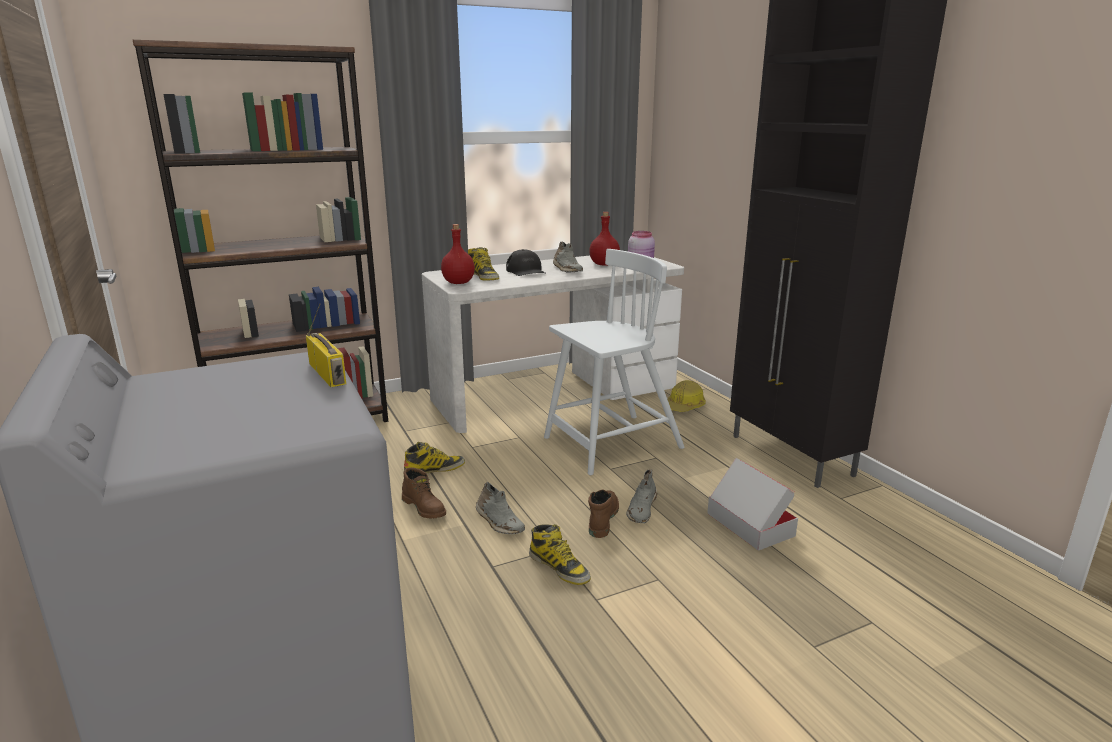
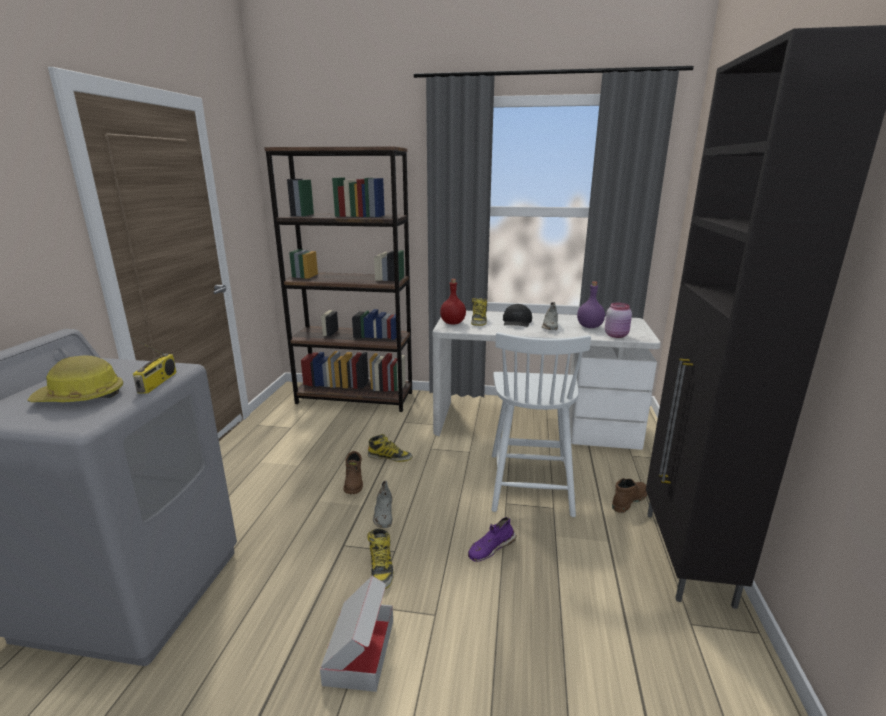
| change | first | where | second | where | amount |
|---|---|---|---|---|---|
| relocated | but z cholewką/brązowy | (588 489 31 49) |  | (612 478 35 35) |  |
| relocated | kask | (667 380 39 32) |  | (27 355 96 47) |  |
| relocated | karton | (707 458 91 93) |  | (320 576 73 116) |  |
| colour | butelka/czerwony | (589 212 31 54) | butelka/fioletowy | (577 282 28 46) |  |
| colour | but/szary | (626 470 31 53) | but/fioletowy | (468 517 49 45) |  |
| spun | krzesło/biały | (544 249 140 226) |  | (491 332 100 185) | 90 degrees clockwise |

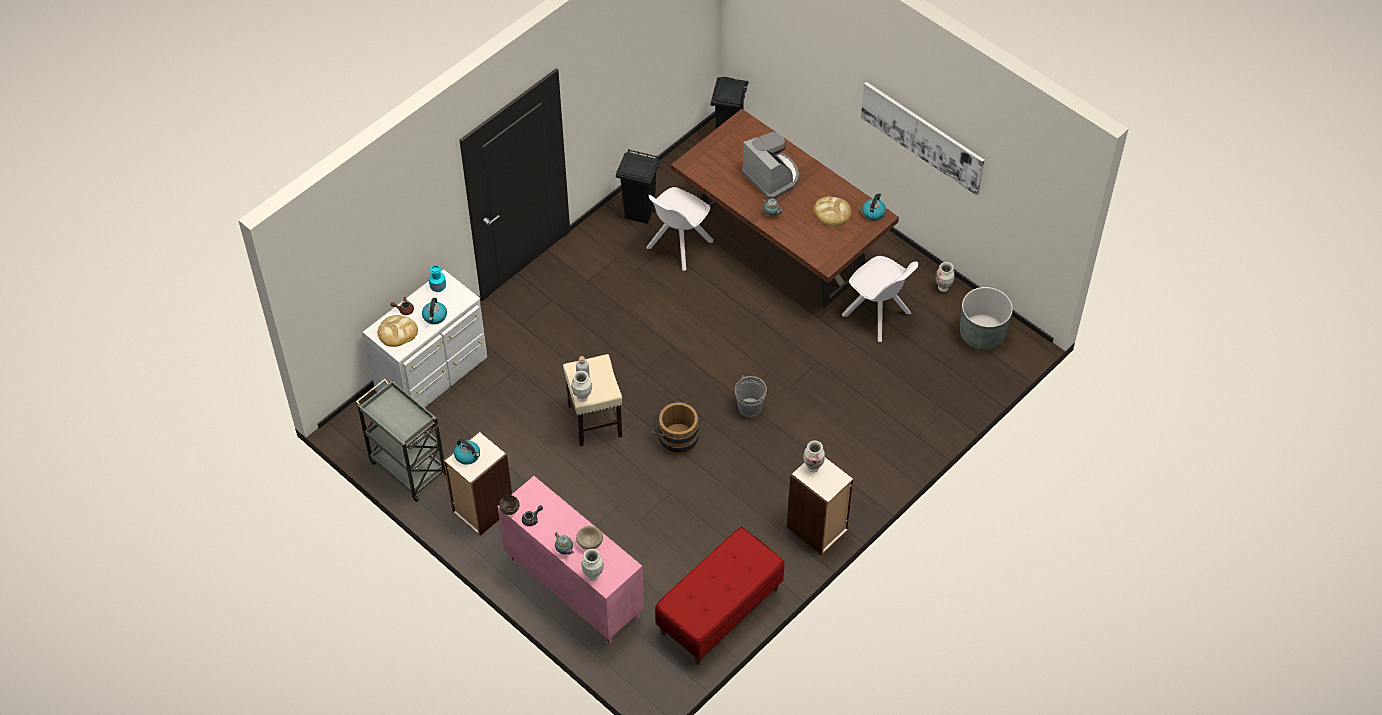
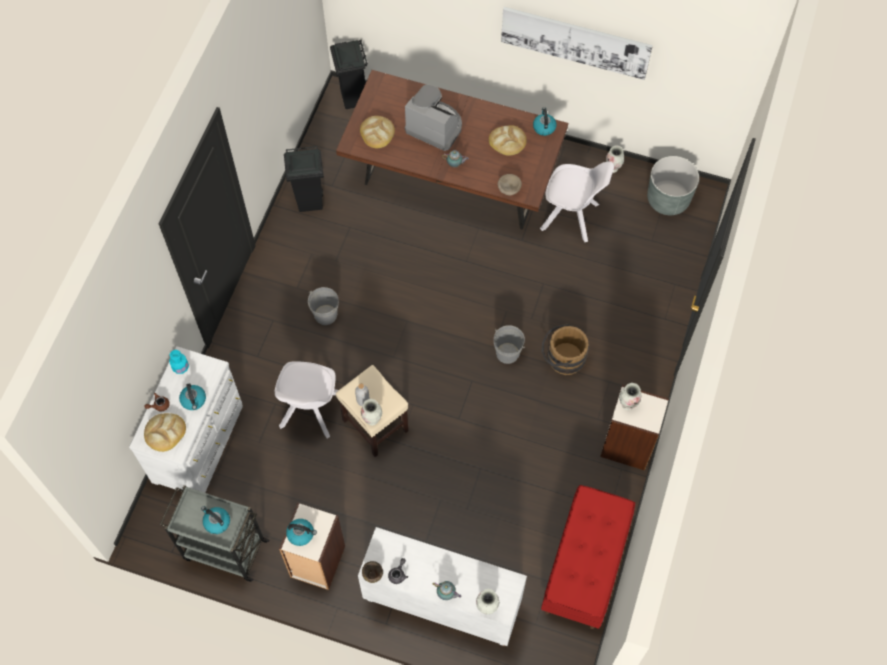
| change | first | where | second | where | amount |
|---|---|---|---|---|---|
| appeared |  |  | czajnik | (201 506 29 28) |  |
| appeared |  |  | wiadro/szary | (308 287 31 38) |  |
| appeared |  |  | chleb | (360 116 35 32) |  |
| relocated | miska/beżowy | (576 526 27 24) |  | (498 174 24 22) |  |
| relocated | krzesło/biały | (647 187 66 84) |  | (275 362 63 77) |  |
| relocated | wiadro/brązowy | (651 402 48 53) |  | (541 324 48 51) |  |
| colour | szafka/różowy | (498 476 146 169) | szafka/biały | (358 527 169 119) |  |

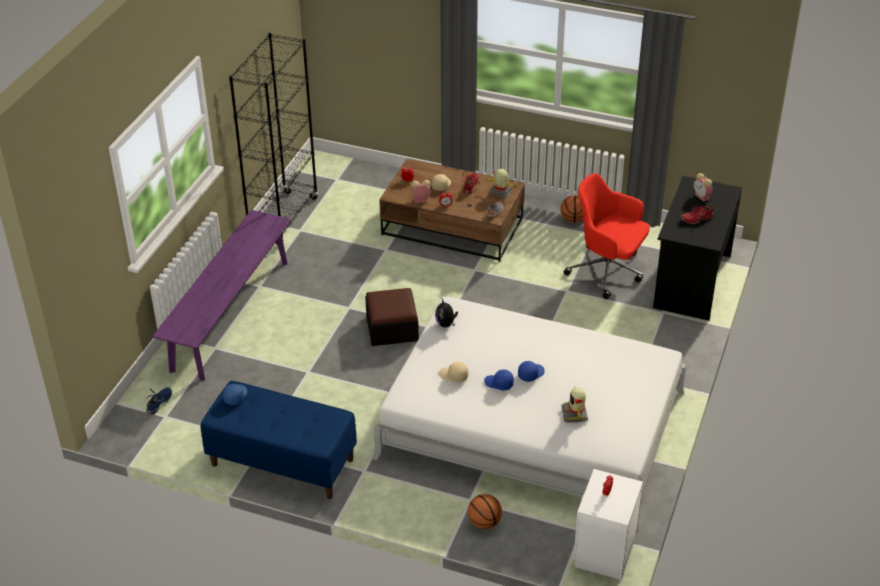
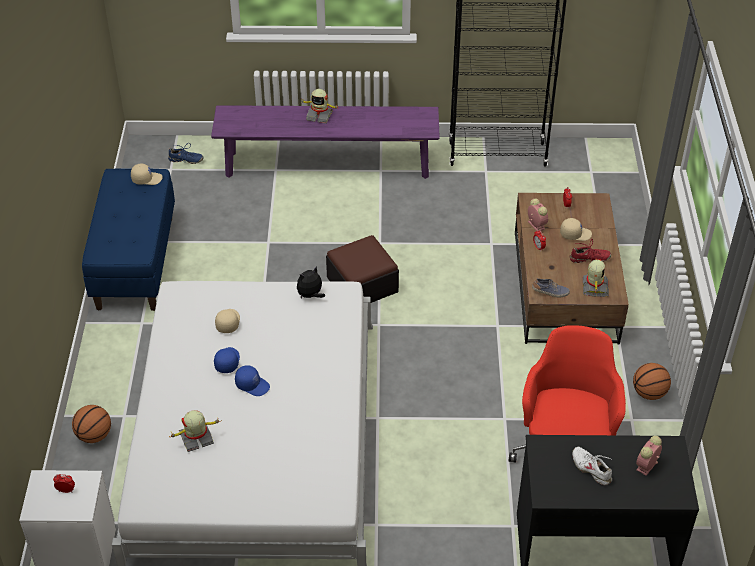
| change | first | where | second | where | amount |
|---|---|---|---|---|---|
| appeared |  |  | robot zabawkowy | (300 89 38 35) |  |
| colour | czapka z daszkiem/niebieski | (223 384 24 21) | czapka z daszkiem/beżowy | (131 164 32 21) |  |
| colour | but/czerwony | (681 204 32 20) | but/biały | (572 447 40 38) |  |

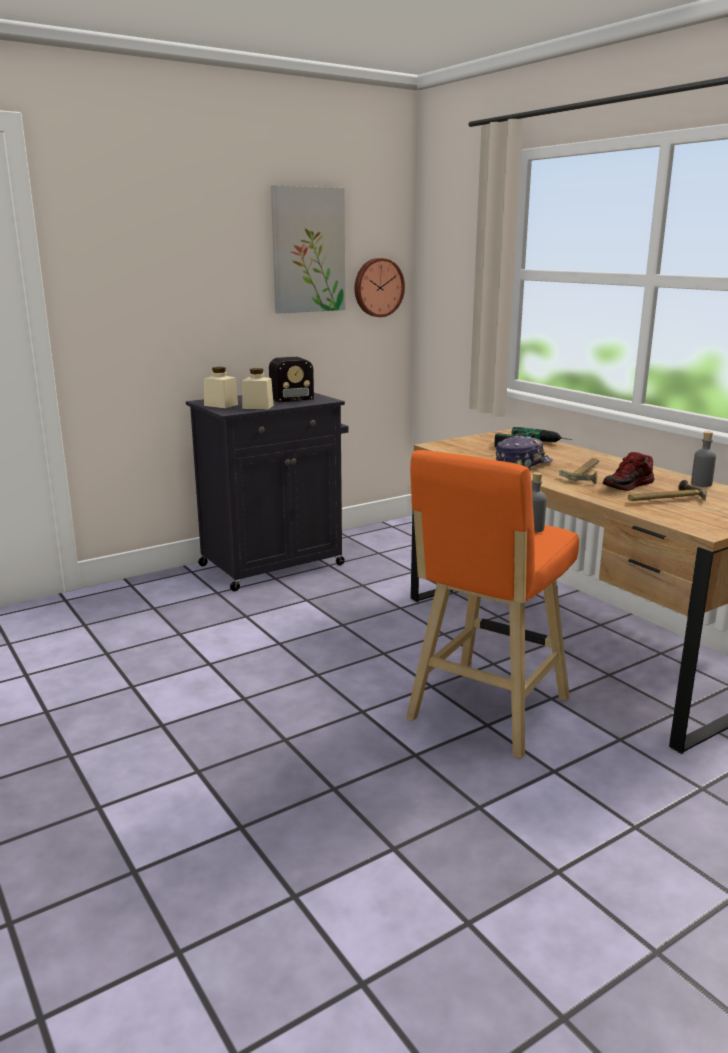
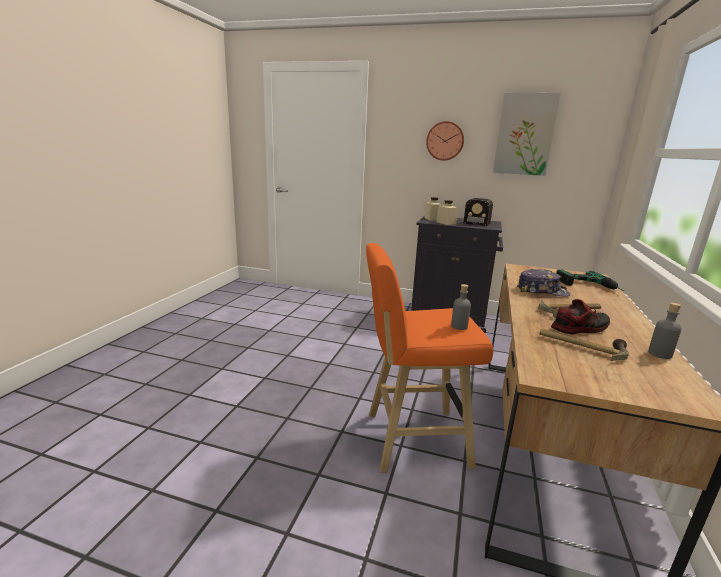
| change | first | where | second | where | amount |
|---|---|---|---|---|---|
| relocated | zegar ścienny | (355 258 50 59) |  | (426 121 38 40) |  |
| spun | but | (603 452 52 39) |  | (551 299 59 36) | 150 degrees clockwise |

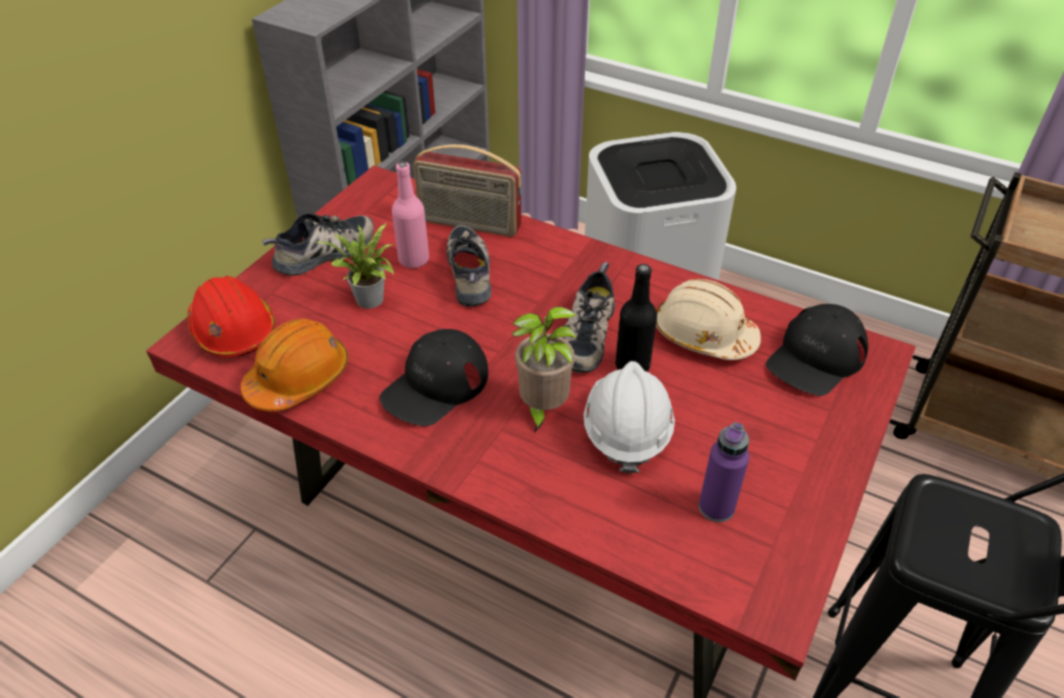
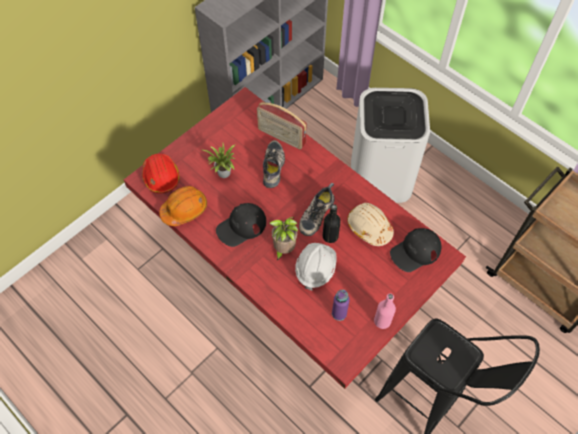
| change | first | where | second | where | amount |
|---|---|---|---|---|---|
| missing | but | (262 213 112 63) |  |  |  |
| relocated | butelka/różowy | (392 162 37 106) |  | (374 293 22 36) |  |

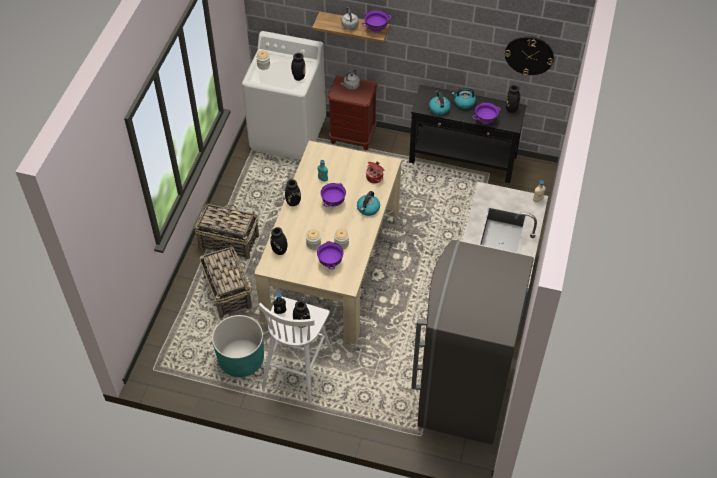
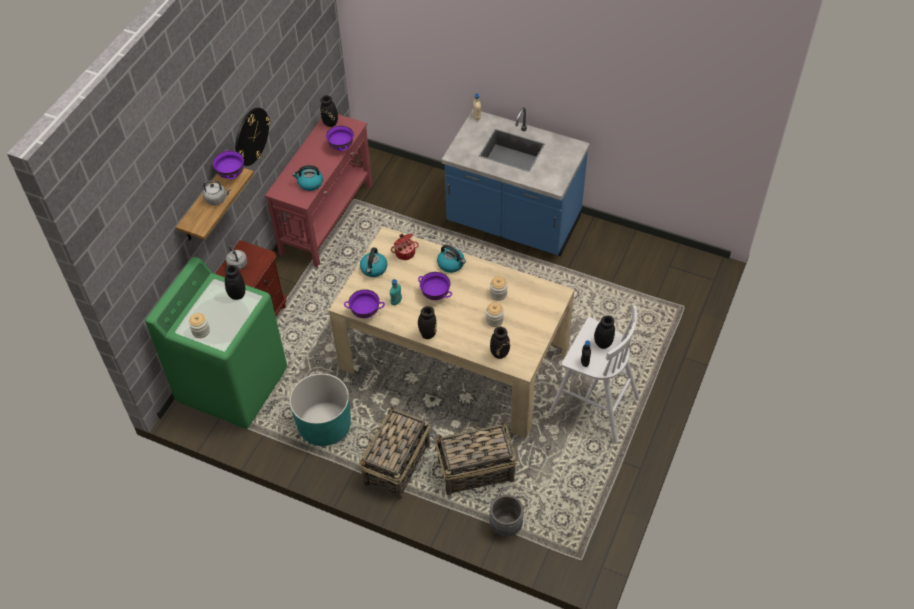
| change | first | where | second | where | amount |
|---|---|---|---|---|---|
| missing | lodówka/szary | (411 240 123 205) |  |  |  |
| appeared |  |  | donica/szary | (490 495 34 42) |  |
| relocated | donica/turkusowy | (212 315 52 62) |  | (289 373 62 73) |  |
| relocated | miska/fioletowy | (317 241 27 28) |  | (344 289 41 29) |  |
| relocated | czajnik | (452 88 24 21) |  | (360 247 27 30) |  |
| relocated | zegar ścienny | (505 36 49 39) |  | (235 107 35 59) |  |
| colour | pralka/biały | (242 31 84 129) | pralka/zielony | (146 257 141 172) |  |
| colour | stolik konsolowy/czarny | (409 85 118 98) | stolik konsolowy/czerwony | (265 114 108 153) |  |

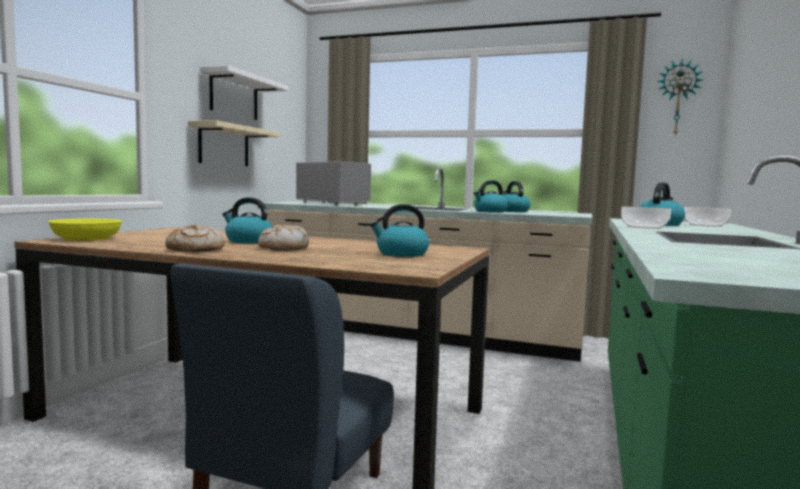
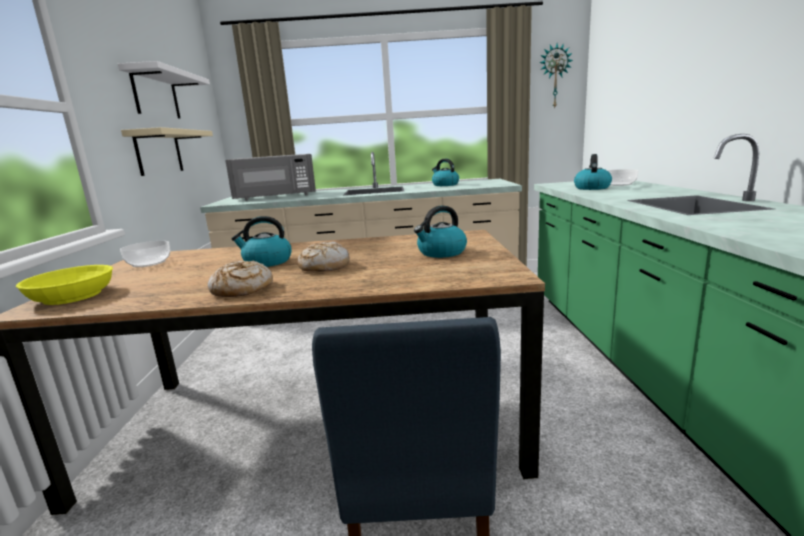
| change | first | where | second | where | amount |
|---|---|---|---|---|---|
| missing | czajnik | (474 180 34 33) |  |  |  |
| relocated | miska | (621 207 50 22) |  | (120 241 51 26) |  |
| spun | mikrofalówka/szary | (296 161 75 45) |  | (225 154 91 47) | 135 degrees clockwise |

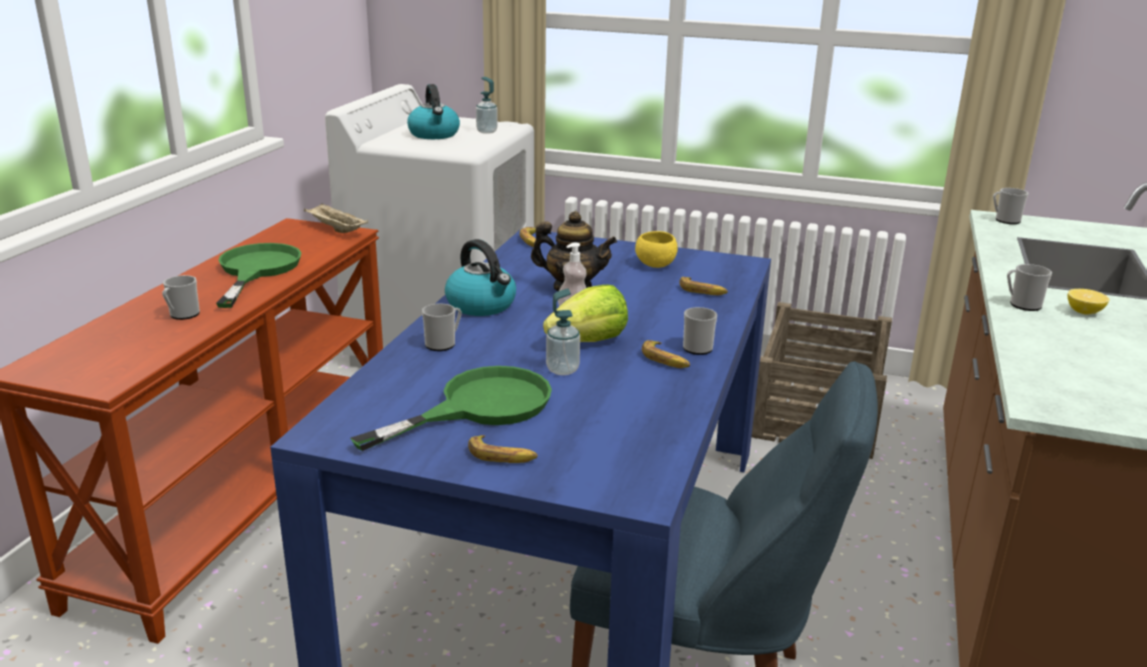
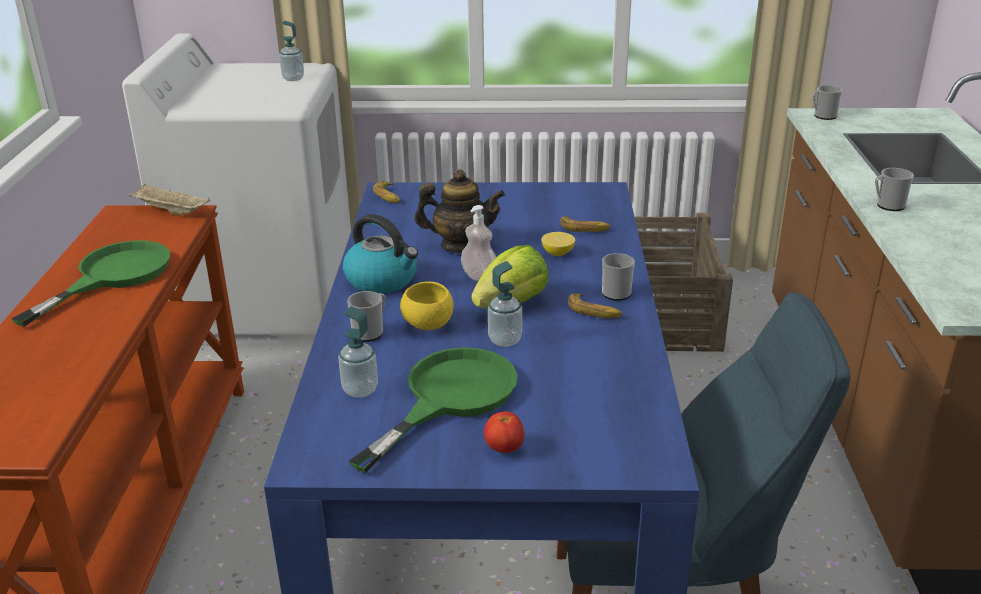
| change | first | where | second | where | amount |
|---|---|---|---|---|---|
| missing | kubek | (162 275 38 45) |  |  |  |
| missing | czajnik | (407 84 53 55) |  |  |  |
| appeared |  |  | dozownik mydła | (338 307 40 91) |  |
| relocated | miska/żółty | (635 231 43 37) |  | (400 281 54 49) |  |
| relocated | cytryna | (1068 289 42 26) |  | (541 232 34 24) |  |
| exchanged | banan | (468 435 70 28) | pomidor | (484 411 41 42) |  |
| spun | patelnia/zielony | (216 243 86 65) |  | (11 241 159 86) | 45 degrees clockwise |

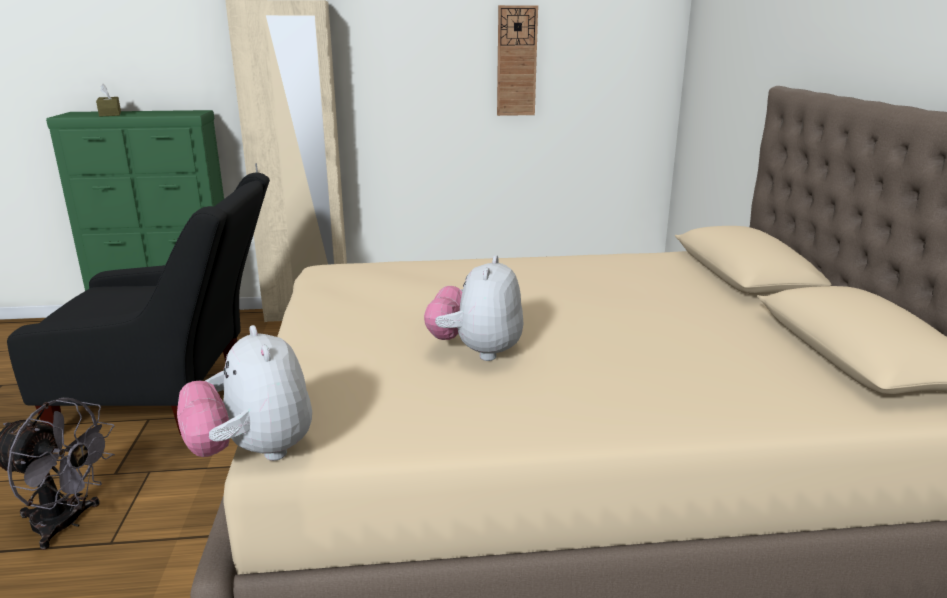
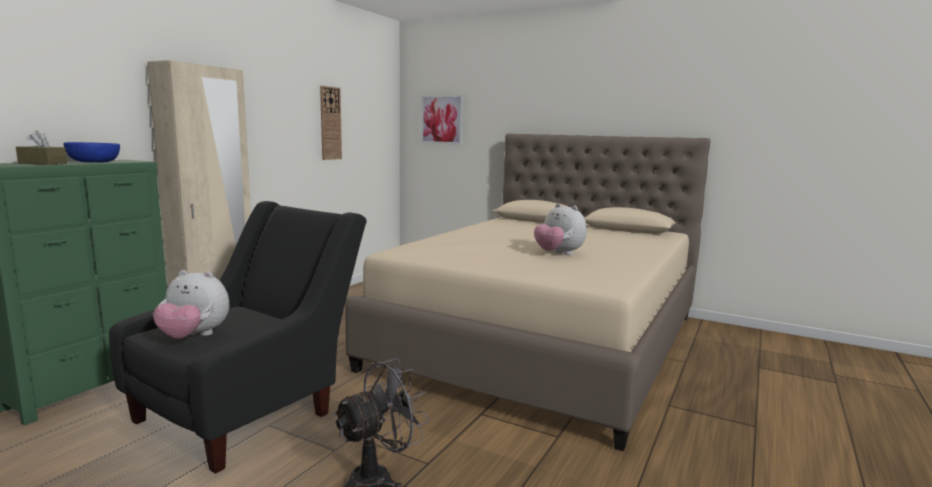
| change | first | where | second | where | amount |
|---|---|---|---|---|---|
| appeared |  |  | miska/niebieski | (63 142 57 20) |  |
| appeared |  |  | obraz | (421 95 42 50) |  |
| relocated | pluszak | (177 325 135 136) |  | (153 270 76 69) |  |

